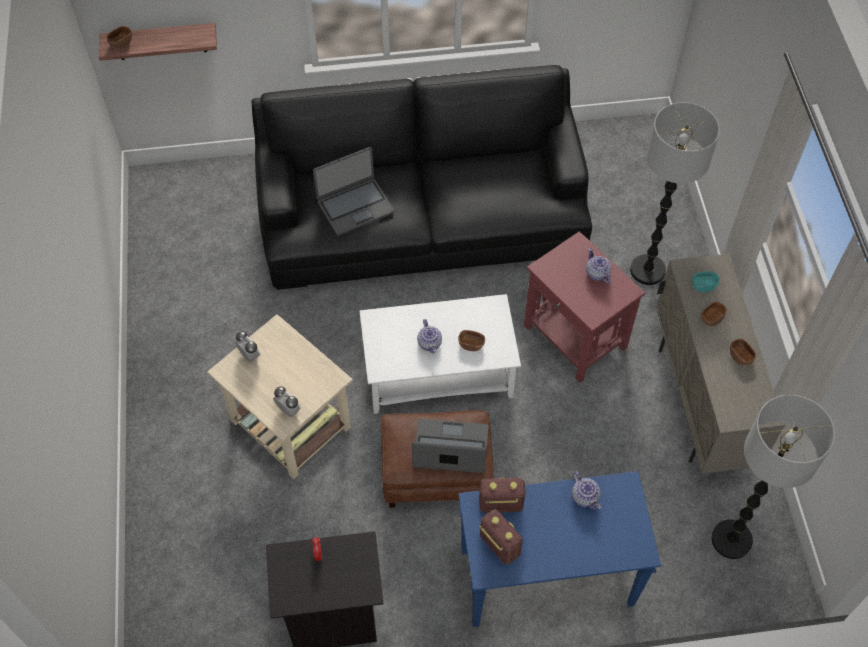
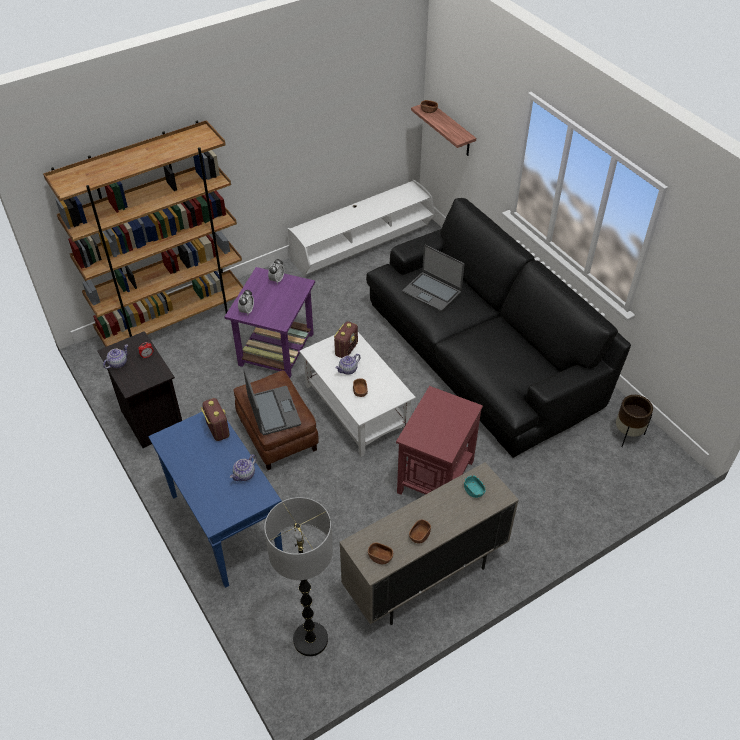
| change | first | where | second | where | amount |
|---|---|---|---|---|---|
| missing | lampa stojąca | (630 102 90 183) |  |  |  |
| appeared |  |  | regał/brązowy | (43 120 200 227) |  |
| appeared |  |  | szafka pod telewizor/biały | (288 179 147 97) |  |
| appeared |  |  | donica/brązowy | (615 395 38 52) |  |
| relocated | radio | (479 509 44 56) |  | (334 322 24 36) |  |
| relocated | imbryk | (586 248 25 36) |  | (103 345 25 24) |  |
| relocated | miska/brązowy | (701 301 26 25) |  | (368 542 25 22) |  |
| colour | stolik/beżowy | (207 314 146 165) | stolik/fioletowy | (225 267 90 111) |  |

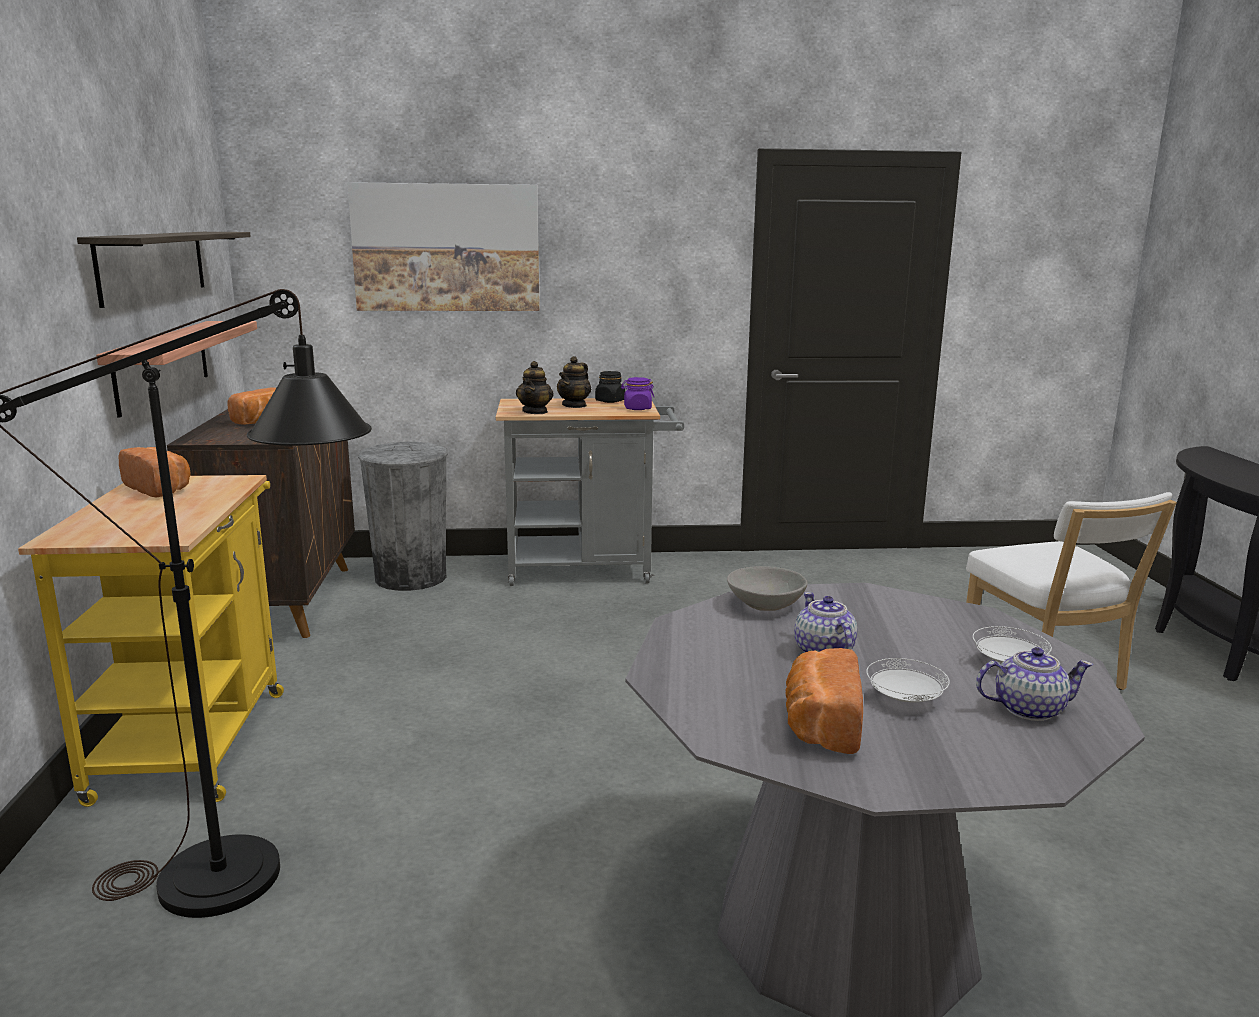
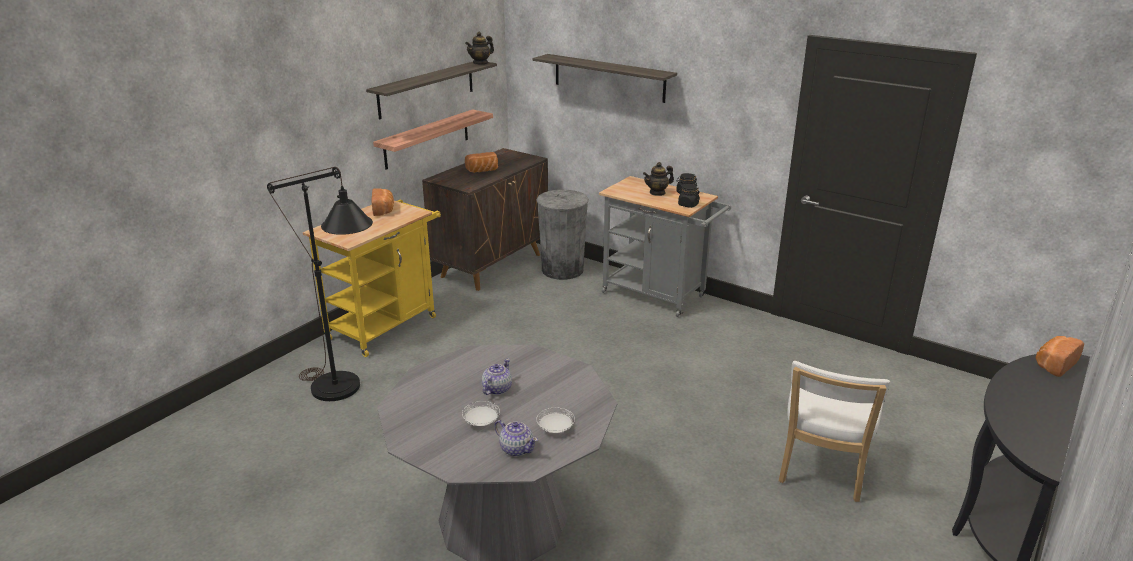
| change | first | where | second | where | amount |
|---|---|---|---|---|---|
| missing | miska/szary | (727 566 81 45) |  |  |  |
| relocated | imbryk | (516 361 38 53) |  | (465 32 29 33) |  |
| relocated | chleb | (785 648 78 106) |  | (1036 336 48 41) |  |
| exchanged | obraz | (347 182 193 129) | półka | (532 54 145 49) |  |
| colour | słoik/fioletowy | (621 377 33 33) | słoik/czarny | (678 184 22 24) |  |

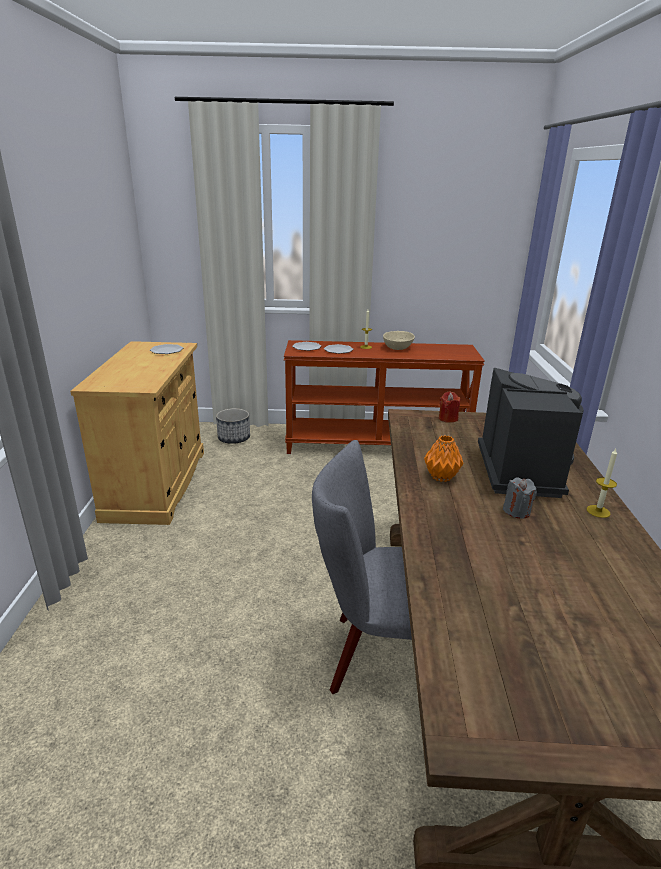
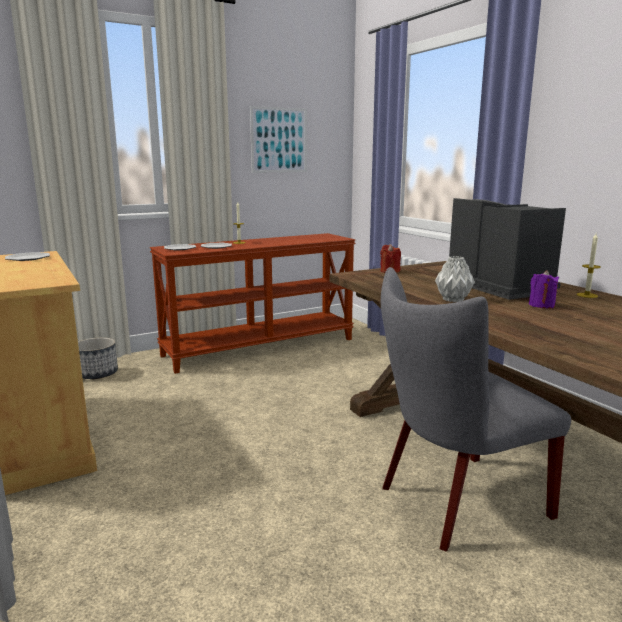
| change | first | where | second | where | amount |
|---|---|---|---|---|---|
| missing | miska/beżowy | (383 331 32 19) |  |  |  |
| appeared |  |  | obraz | (250 106 57 67) |  |
| colour | wazon/pomarańczowy | (424 436 40 46) | wazon/szary | (435 256 40 46) |  |
| colour | świeca/szary | (503 477 34 42) | świeca/fioletowy | (529 270 30 39) |  |

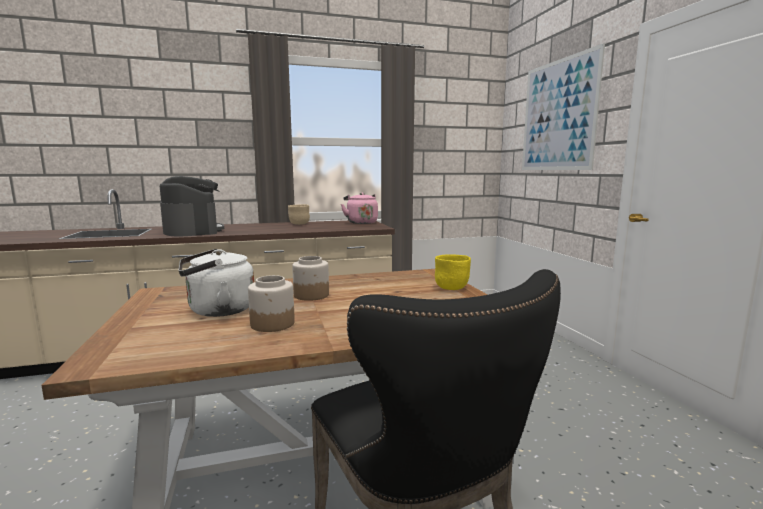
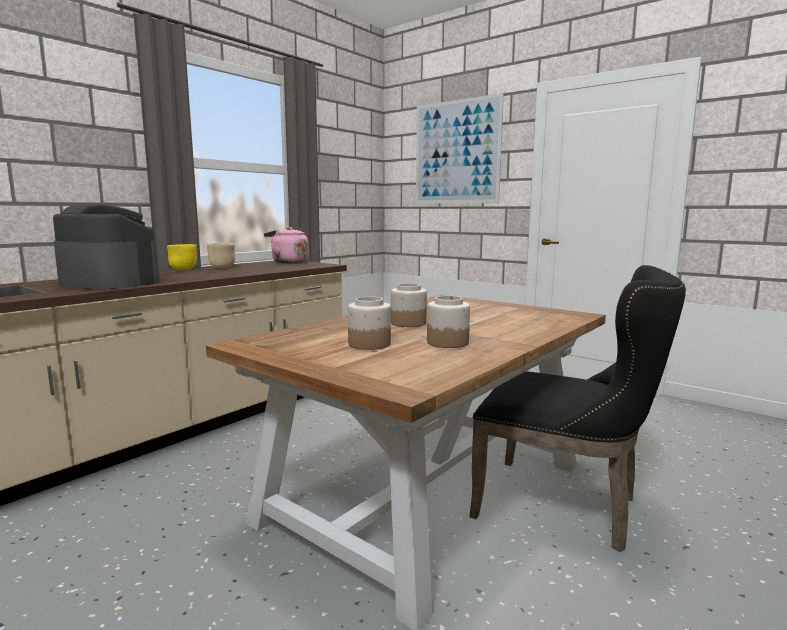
| change | first | where | second | where | amount |
|---|---|---|---|---|---|
| relocated | miska/żółty | (435 254 36 36) |  | (167 244 30 26) |  |
| exchanged | czajnik/biały | (178 249 76 68) | słoik | (348 297 43 53) |  |

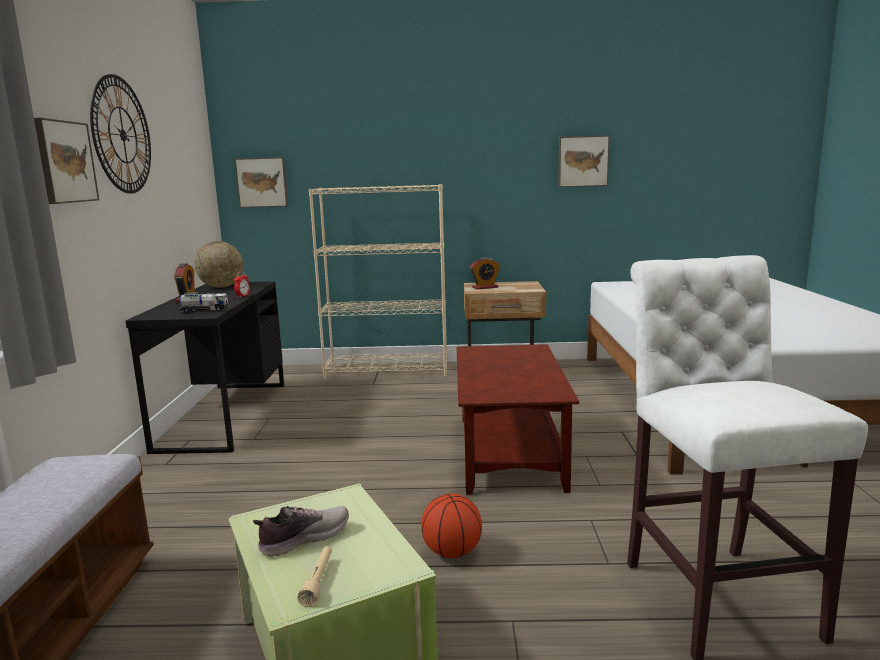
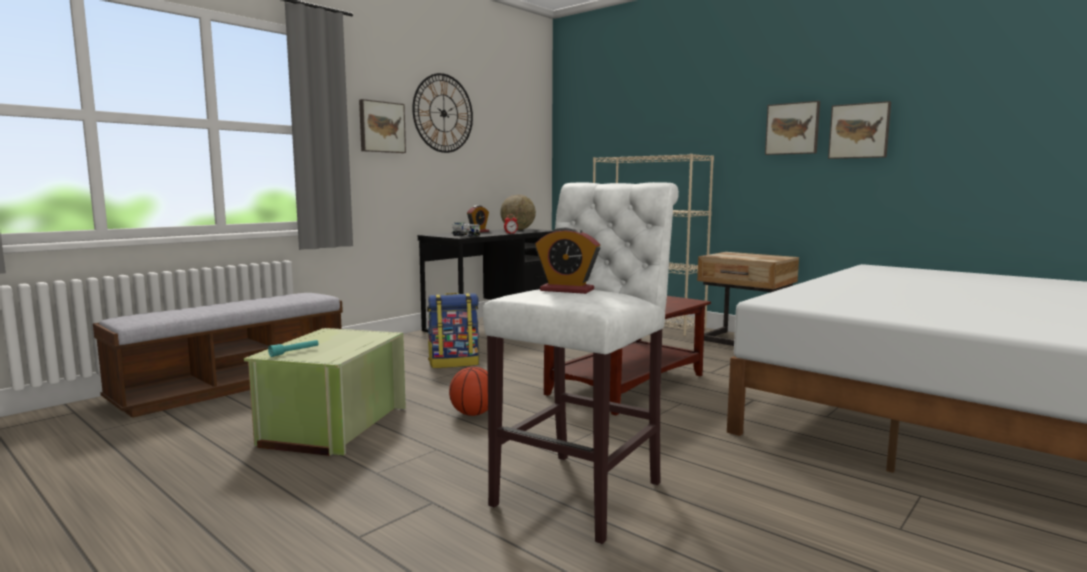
| change | first | where | second | where | amount |
|---|---|---|---|---|---|
| missing | but | (253 506 96 51) |  |  |  |
| appeared |  |  | plecak | (427 293 52 75) |  |
| relocated | obraz | (235 157 53 51) |  | (765 101 55 54) |  |
| relocated | budzik | (470 257 30 33) |  | (535 227 65 67) |  |
| colour | latarka/beżowy | (298 546 34 61) | latarka/turkusowy | (268 340 50 17) |  |

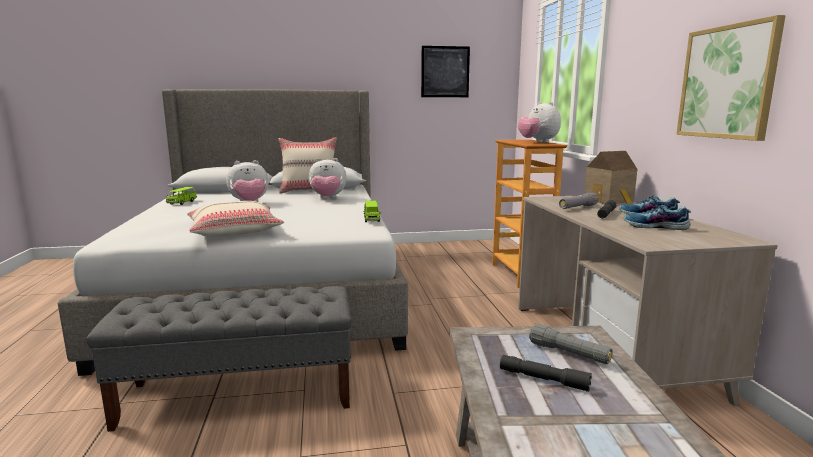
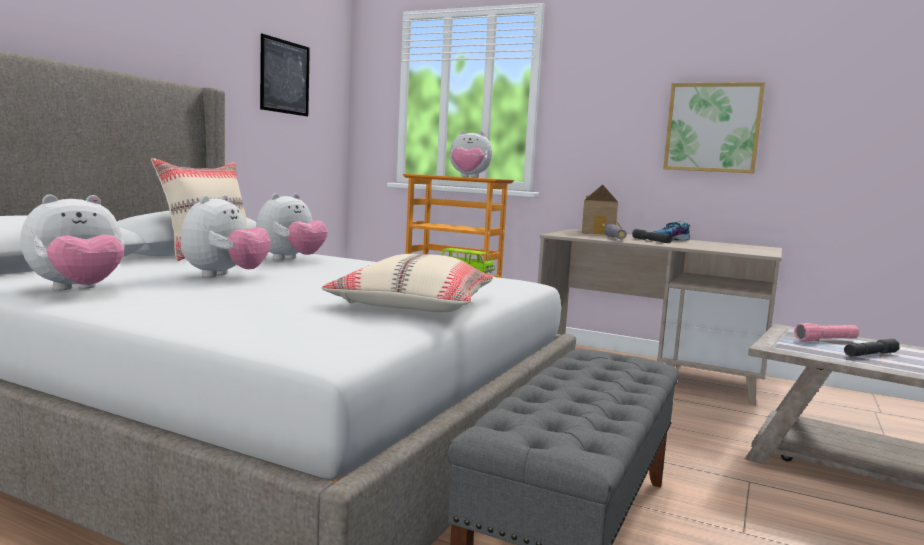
| change | first | where | second | where | amount |
|---|---|---|---|---|---|
| missing | but | (624 205 67 25) |  |  |  |
| exchanged | samochodzik/zielony | (166 187 31 18) | pluszak | (20 195 105 95) |  |
| colour | latarka/szary | (529 324 84 40) | latarka/różowy | (794 323 65 18) |  |

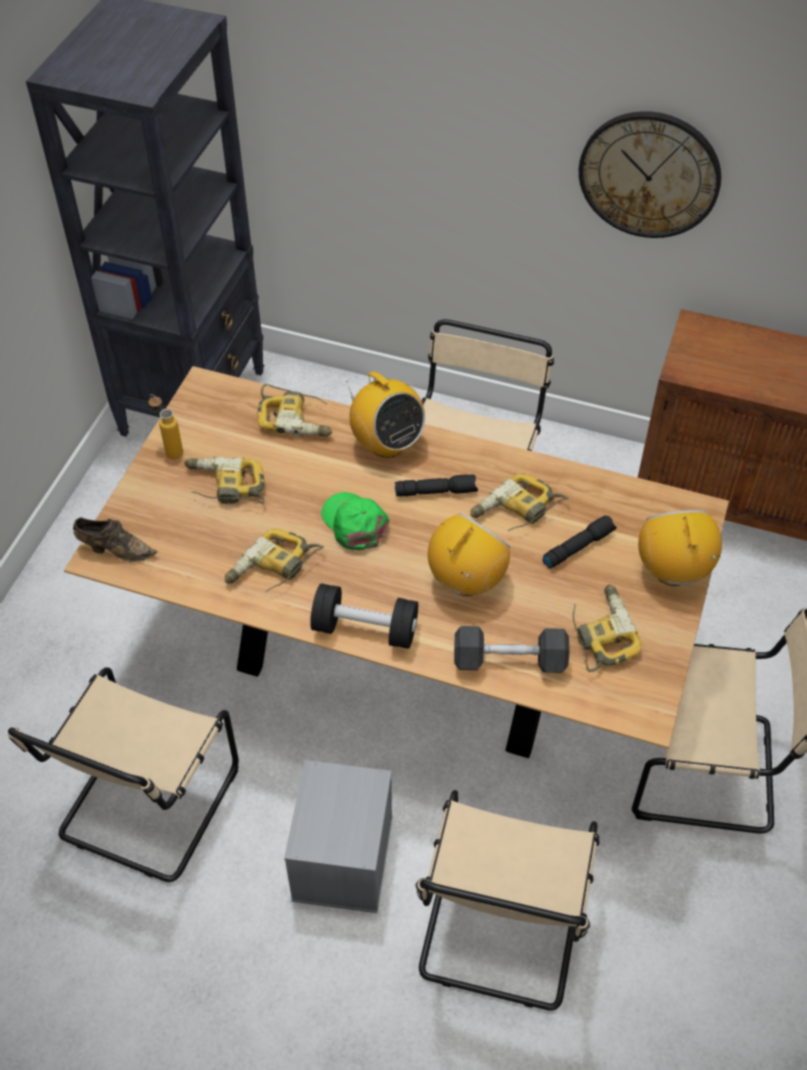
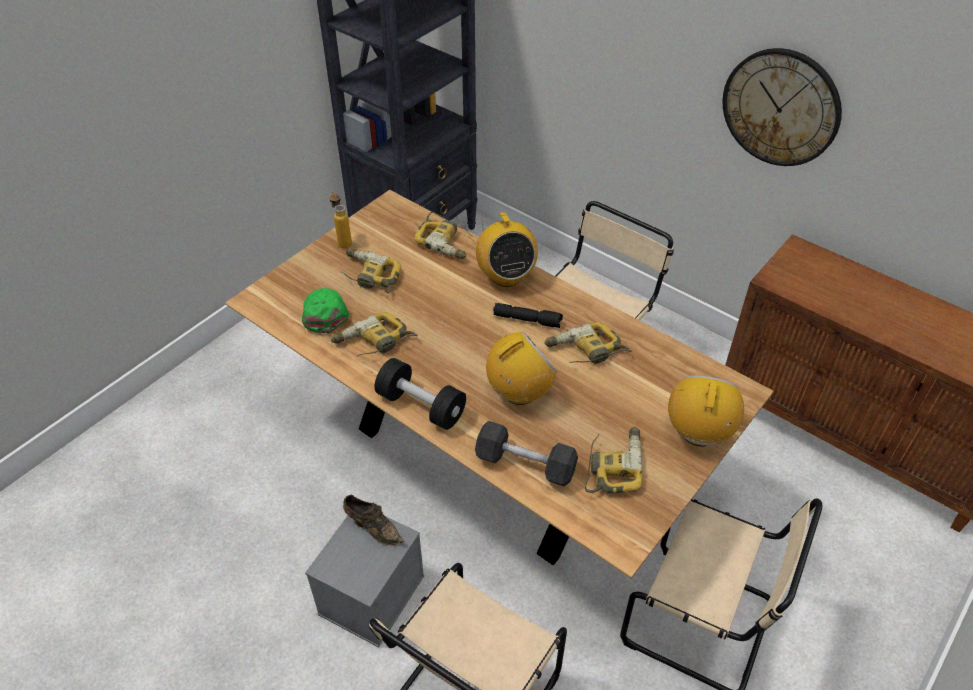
| change | first | where | second | where | amount |
|---|---|---|---|---|---|
| missing | krzesło/beżowy | (8 667 231 215) |  |  |  |
| missing | latarka/czarny | (542 516 75 53) |  |  |  |
| relocated | but/brązowy | (73 517 85 45) |  | (343 495 61 50) |  |
| relocated | czapka z daszkiem/zielony | (321 492 69 59) |  | (302 288 47 46) |  |

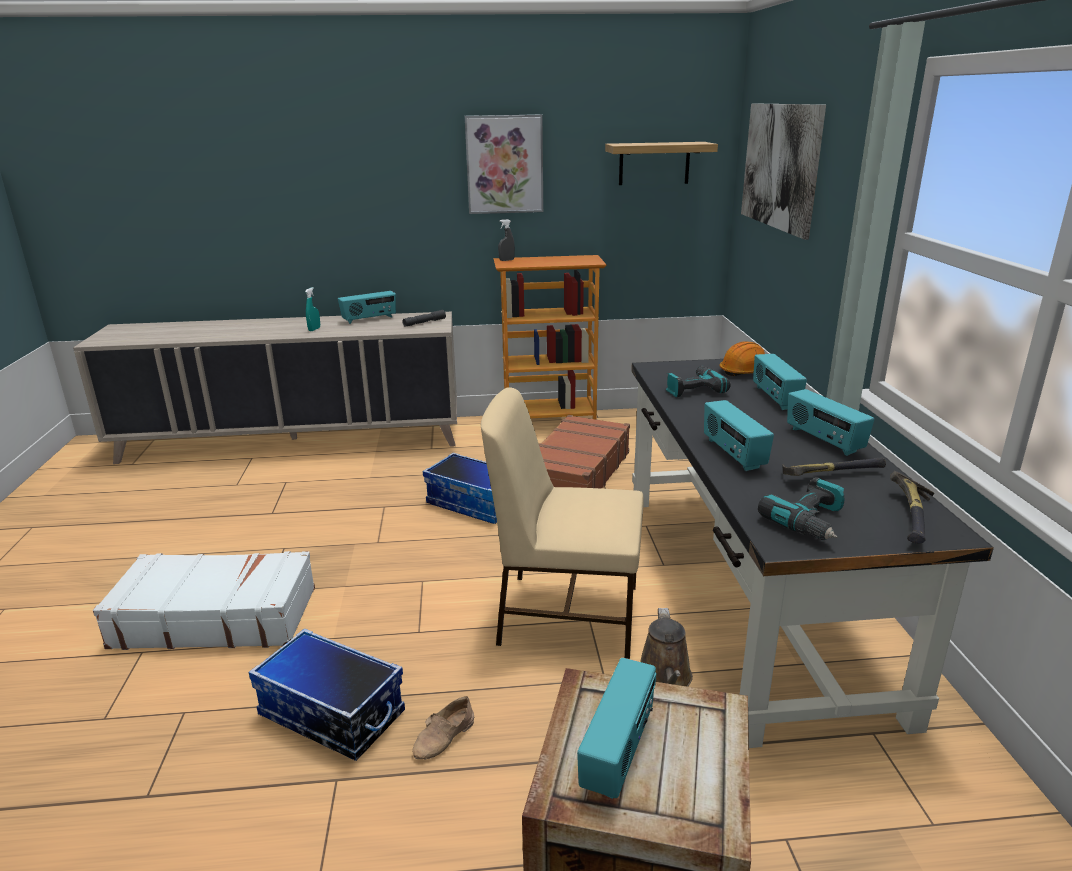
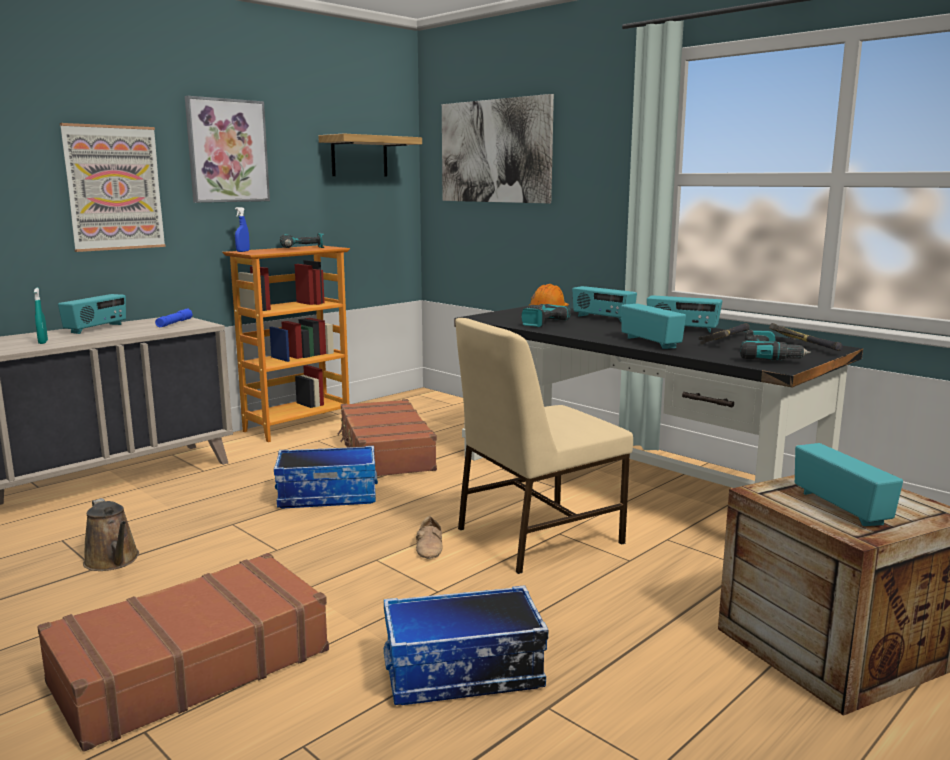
| change | first | where | second | where | amount |
|---|---|---|---|---|---|
| appeared |  |  | obraz | (60 123 106 129) |  |
| appeared |  |  | wiertarka | (280 232 45 16) |  |
| relocated | but/beżowy | (412 696 62 64) |  | (416 516 26 43) |  |
| relocated | konewka/brązowy | (640 608 53 79) |  | (83 498 56 73) |  |
| colour | walizka/biały | (93 551 222 99) | walizka/brązowy | (37 553 292 199) |  |
| colour | latarka/szary | (402 310 44 17) | latarka/niebieski | (155 308 38 19) |  |
| colour | spryskiwacz/szary | (498 219 17 42) | spryskiwacz/niebieski | (235 207 15 45) |  |
| spun | radio | (704 400 70 71) |  | (621 304 65 45) | 150 degrees counterclockwise |

